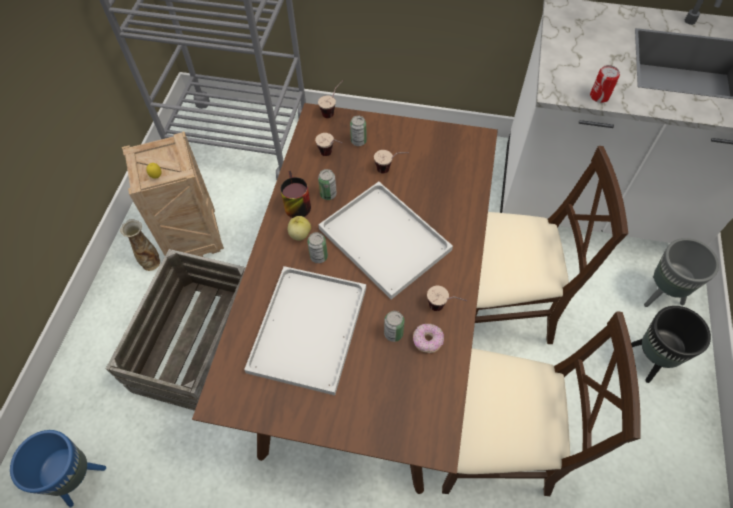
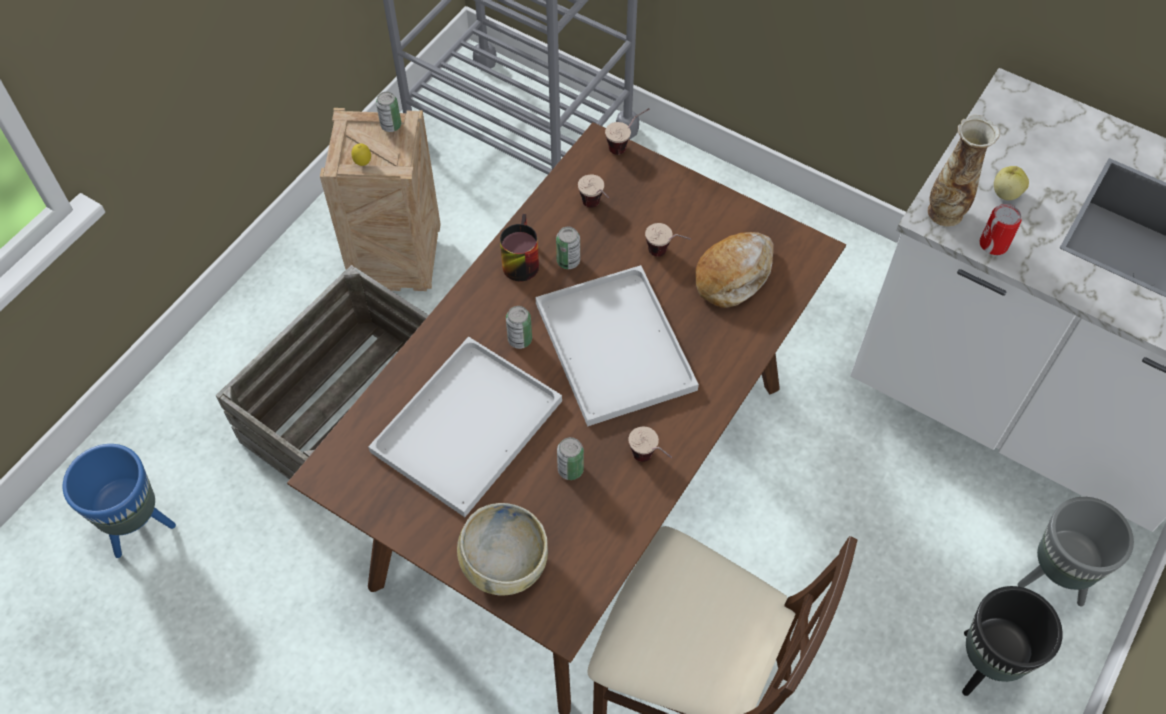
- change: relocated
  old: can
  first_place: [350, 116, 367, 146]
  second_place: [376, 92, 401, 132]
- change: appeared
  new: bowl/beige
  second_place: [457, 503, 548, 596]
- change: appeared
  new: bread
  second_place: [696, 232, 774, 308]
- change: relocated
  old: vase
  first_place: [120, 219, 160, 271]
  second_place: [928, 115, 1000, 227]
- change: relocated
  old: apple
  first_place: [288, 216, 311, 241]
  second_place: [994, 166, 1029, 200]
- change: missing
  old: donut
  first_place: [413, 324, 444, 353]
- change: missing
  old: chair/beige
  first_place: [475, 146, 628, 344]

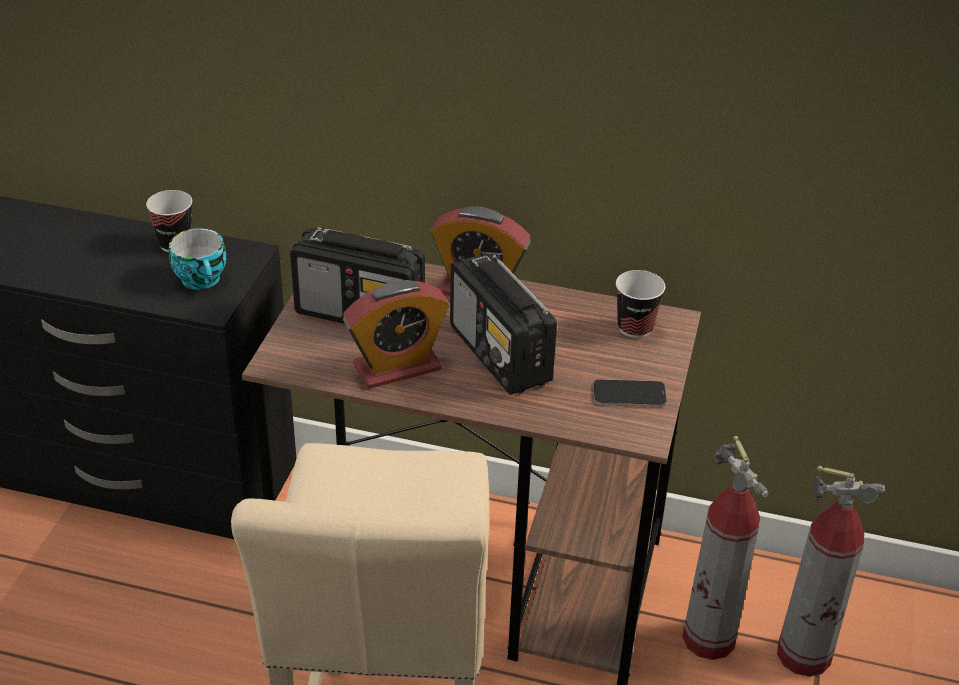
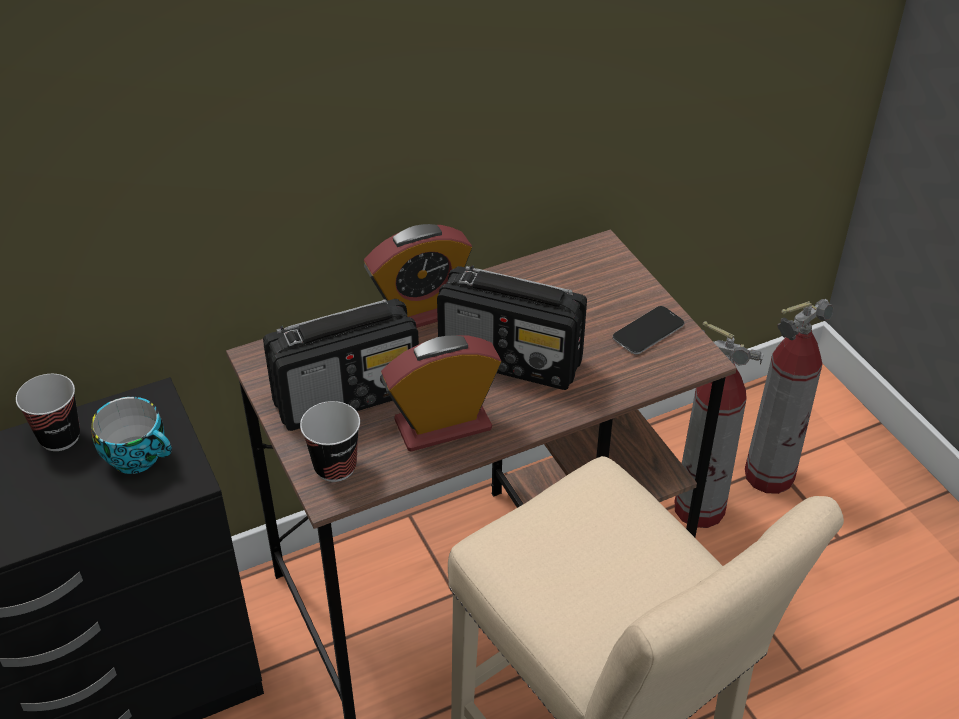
- change: relocated
  old: cup
  first_place: [616, 270, 665, 338]
  second_place: [300, 401, 360, 482]
- change: spun
  old: alarm clock
  first_place: [343, 280, 449, 389]
  second_place: [381, 335, 501, 452]
  degrees: -135

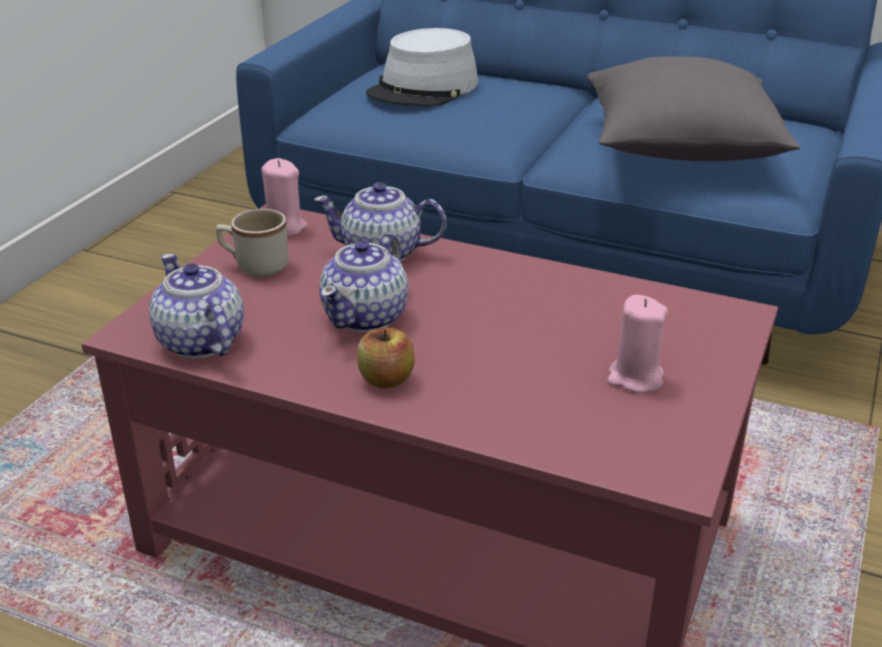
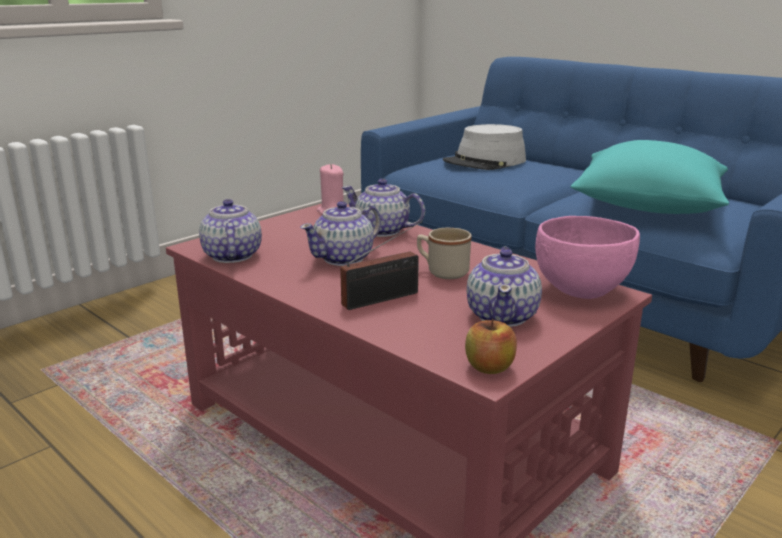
- change: appeared
  new: radio
  second_place: [340, 221, 422, 310]
- change: relocated
  old: mug/beige
  first_place: [216, 209, 289, 277]
  second_place: [417, 228, 472, 279]
- change: relocated
  old: apple
  first_place: [357, 327, 415, 389]
  second_place: [465, 319, 517, 374]
- change: exchanged
  old: candle/pink
  new: teapot
  first_place: [607, 295, 668, 393]
  second_place: [467, 246, 542, 327]
- change: appeared
  new: bowl/pink
  second_place: [535, 216, 640, 299]
- change: colour
  old: pillow/grey
  new: pillow/turquoise
  first_place: [587, 56, 800, 161]
  second_place: [571, 140, 729, 214]

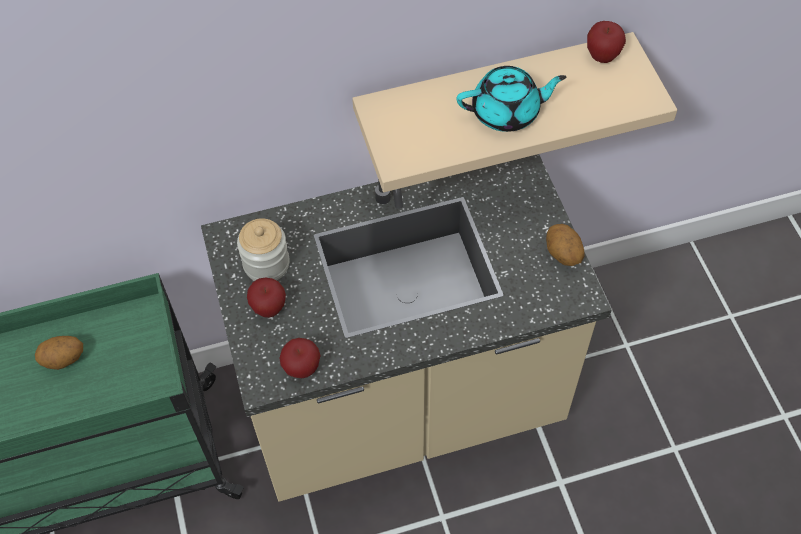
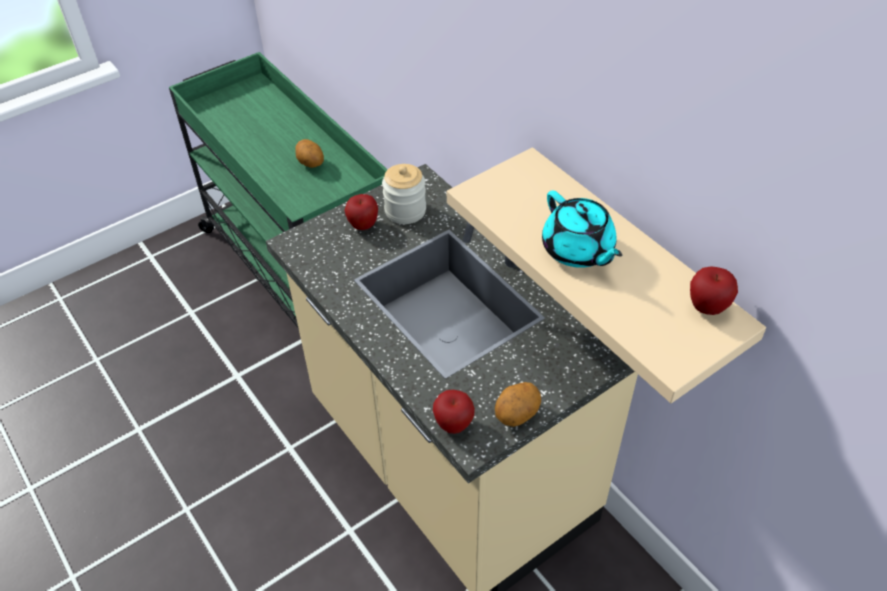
- change: relocated
  old: apple
  first_place: [279, 338, 321, 378]
  second_place: [433, 390, 475, 434]

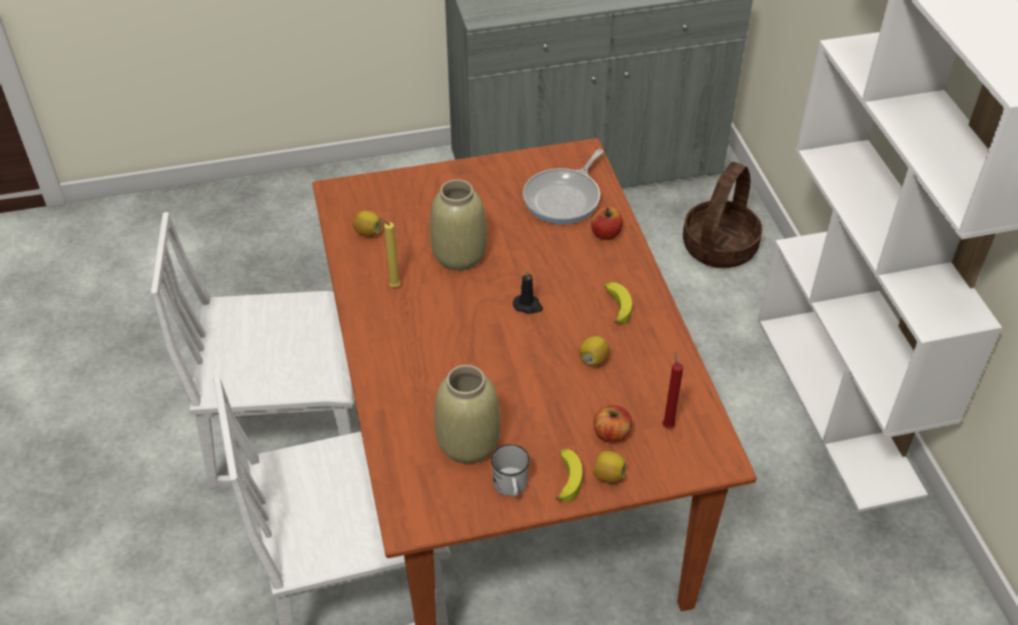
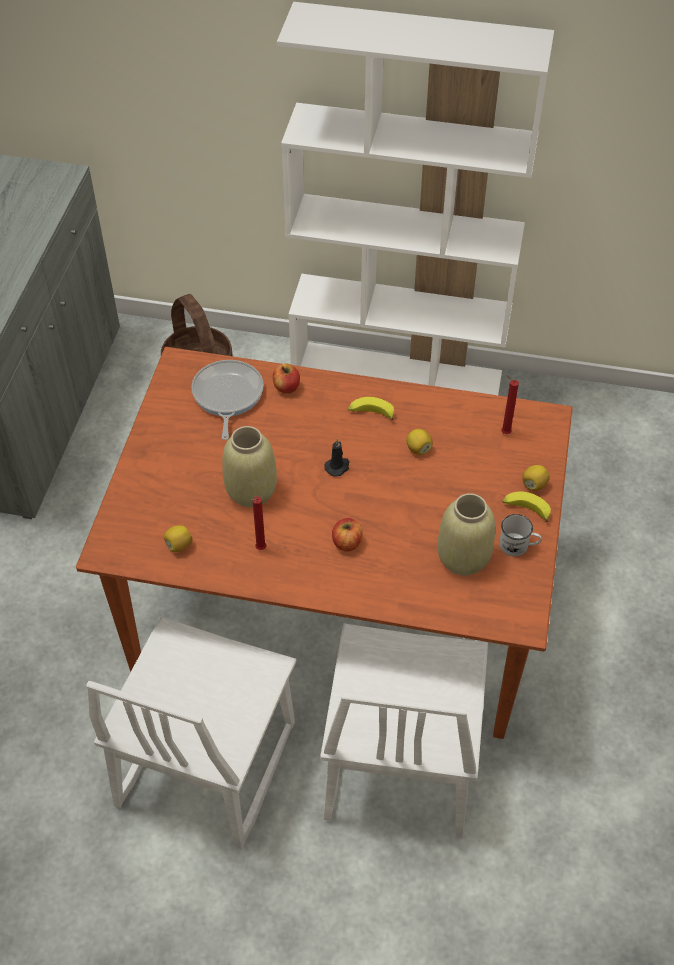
- change: spun
  old: frying pan
  first_place: [523, 149, 603, 224]
  second_place: [191, 360, 264, 440]
  degrees: -150
- change: colour
  old: candle/yellow
  new: candle/red
  first_place: [378, 217, 400, 287]
  second_place: [251, 496, 266, 550]
- change: relocated
  old: apple
  first_place: [593, 405, 632, 443]
  second_place: [332, 518, 363, 551]

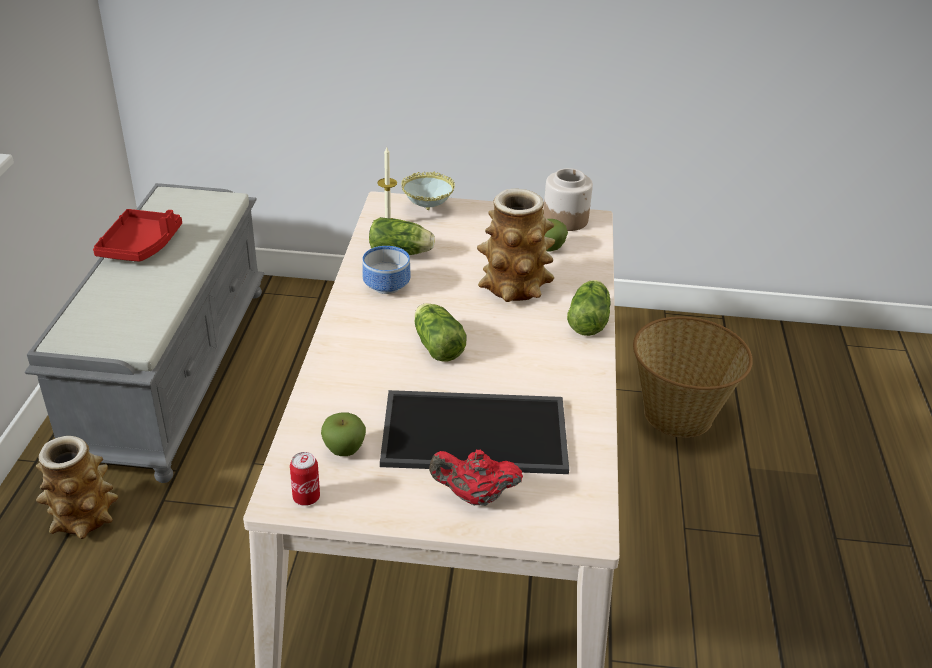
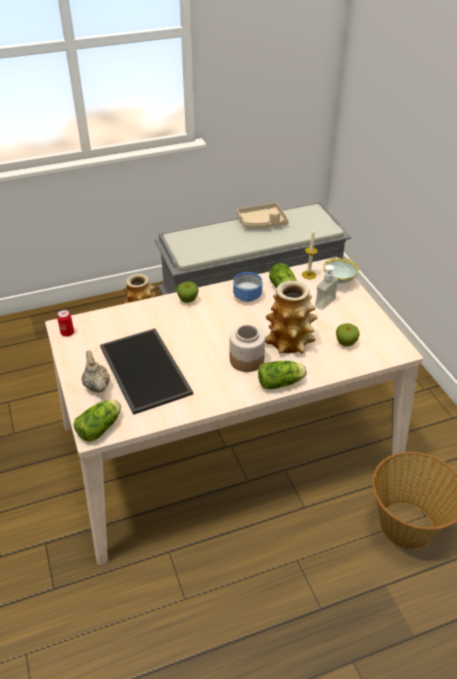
- change: relocated
  old: lettuce
  first_place: [414, 303, 466, 362]
  second_place: [73, 400, 121, 442]
- change: colour
  old: teapot/red
  new: teapot/beige
  first_place: [429, 450, 523, 506]
  second_place: [82, 350, 110, 393]
- change: relocated
  old: apple
  first_place: [321, 413, 366, 456]
  second_place: [177, 281, 199, 303]
- change: relocated
  old: jar
  first_place: [544, 168, 593, 231]
  second_place: [230, 325, 265, 372]
- change: colour
  old: tray/red
  new: tray/beige
  first_place: [93, 209, 182, 262]
  second_place: [236, 203, 289, 229]
- change: appeared
  new: soap dispenser
  second_place: [315, 262, 338, 310]

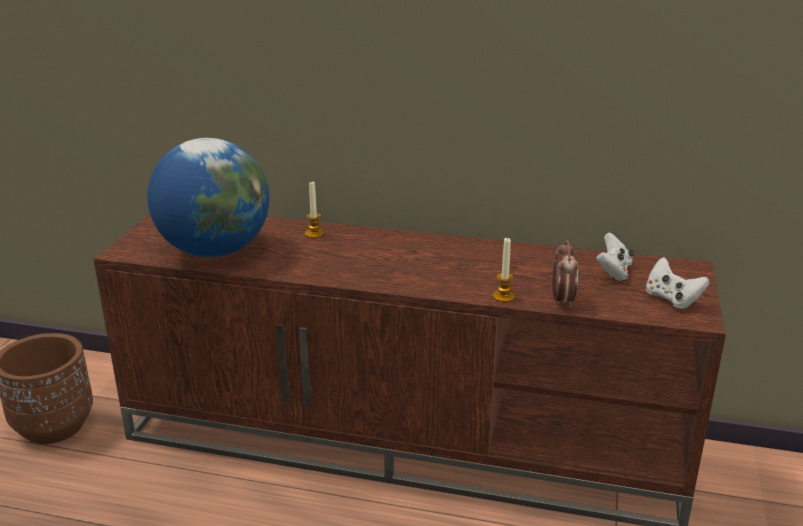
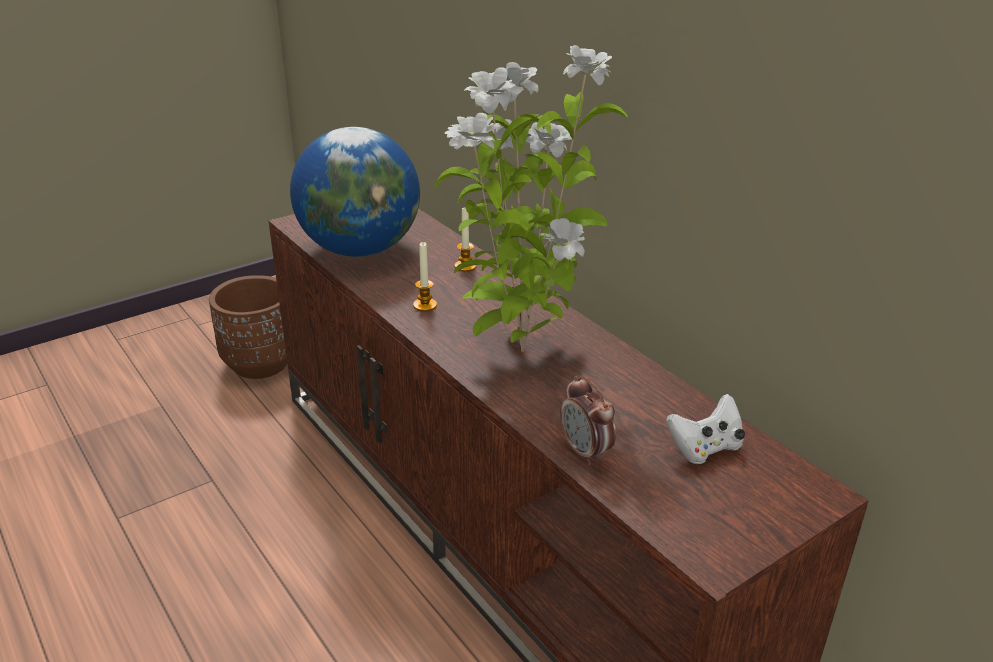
- change: relocated
  old: candle
  first_place: [493, 237, 515, 302]
  second_place: [413, 242, 437, 312]
- change: appeared
  new: potted plant
  second_place: [435, 45, 627, 352]
- change: spun
  old: alarm clock
  first_place: [552, 240, 578, 308]
  second_place: [560, 375, 616, 465]
  degrees: 105
- change: missing
  old: game controller/white
  first_place: [646, 257, 709, 309]

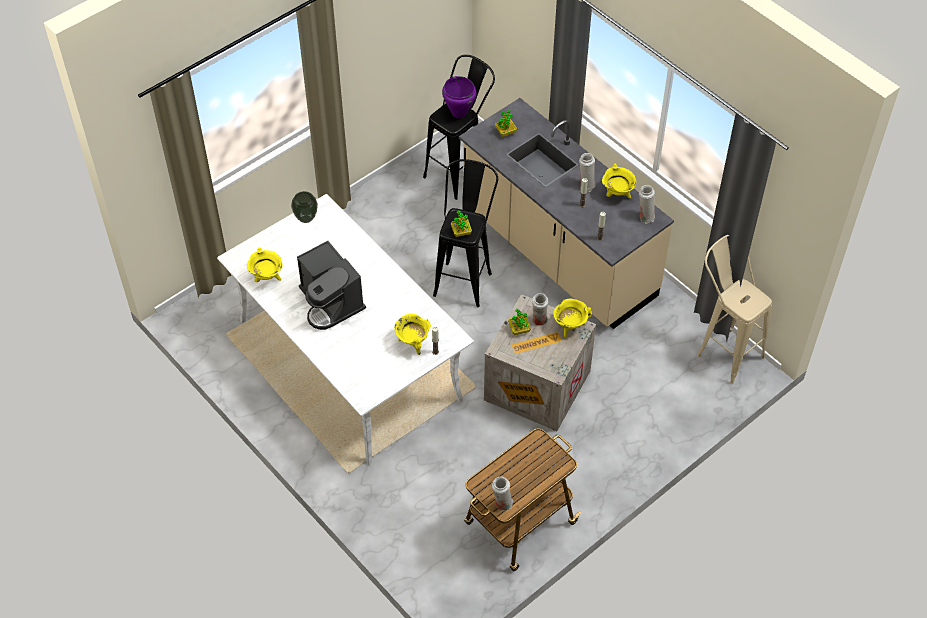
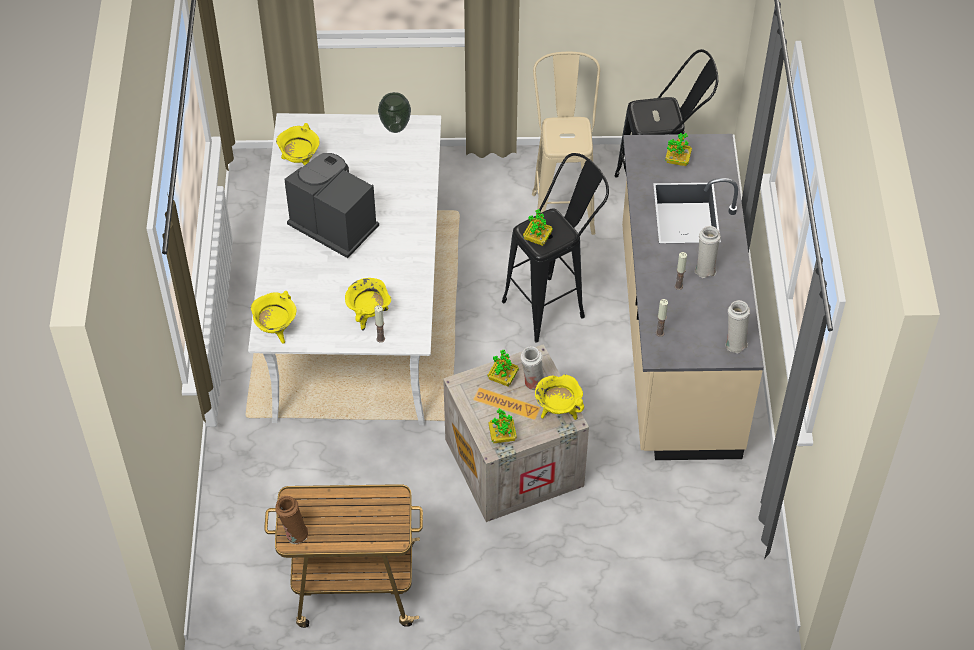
- change: relocated
  old: cooking pot/yellow
  first_place: [602, 163, 636, 199]
  second_place: [250, 291, 297, 343]
- change: colour
  old: vase/white
  new: vase/brown
  first_place: [492, 476, 513, 511]
  second_place: [275, 496, 308, 545]
- change: spun
  old: coffee machine
  first_place: [297, 241, 366, 330]
  second_place: [284, 153, 379, 258]
  degrees: 120
- change: appeared
  new: potted plant
  second_place: [488, 408, 517, 443]
- change: relocated
  old: stool/beige
  first_place: [697, 235, 772, 384]
  second_place: [532, 52, 600, 235]
- change: missing
  old: cooking pot/purple
  first_place: [442, 76, 476, 119]

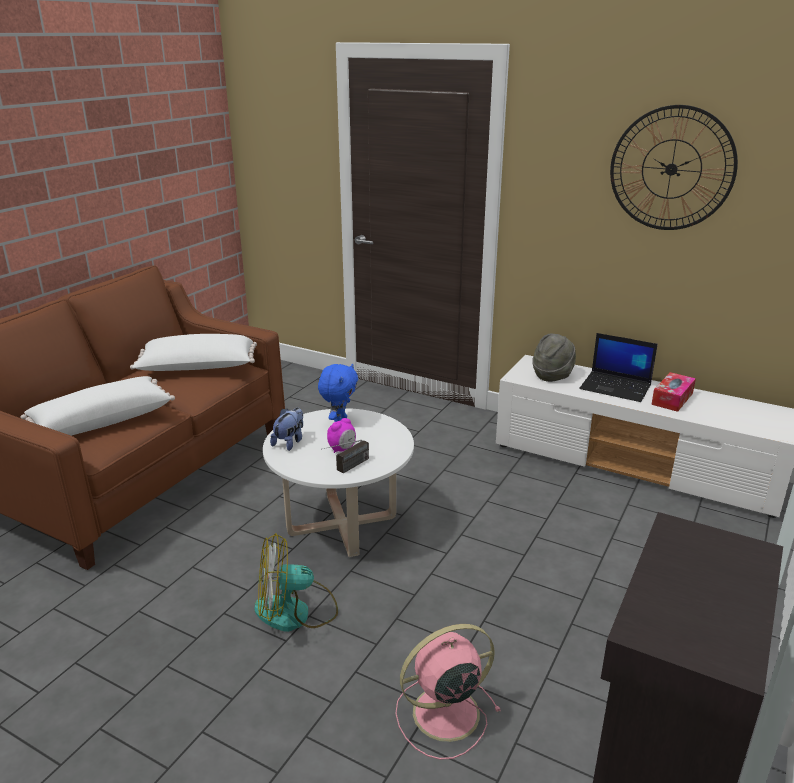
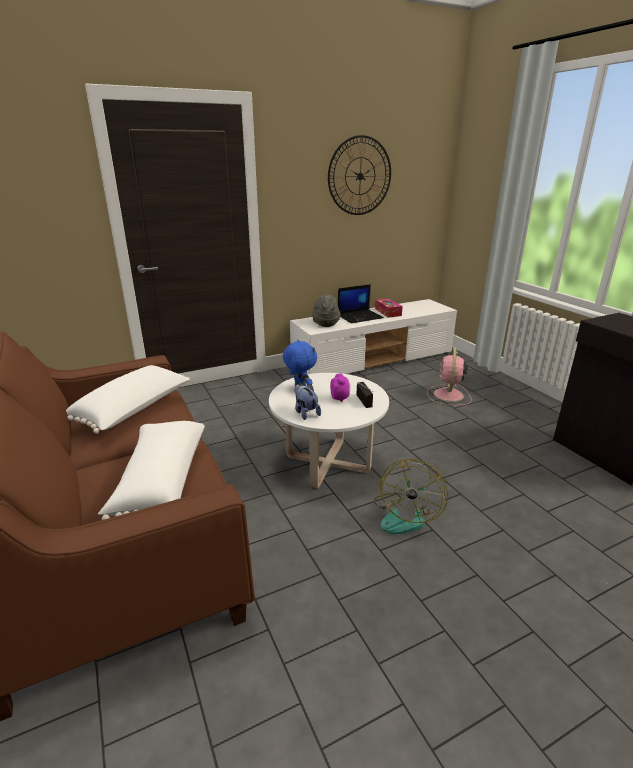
- change: relocated
  old: fan/pink
  first_place: [395, 624, 501, 760]
  second_place: [427, 347, 472, 406]

